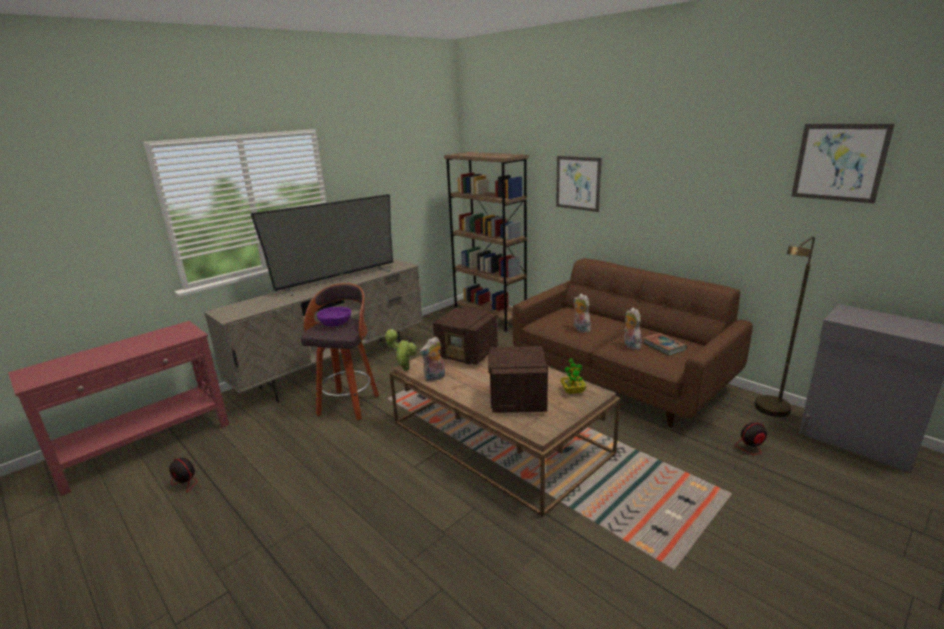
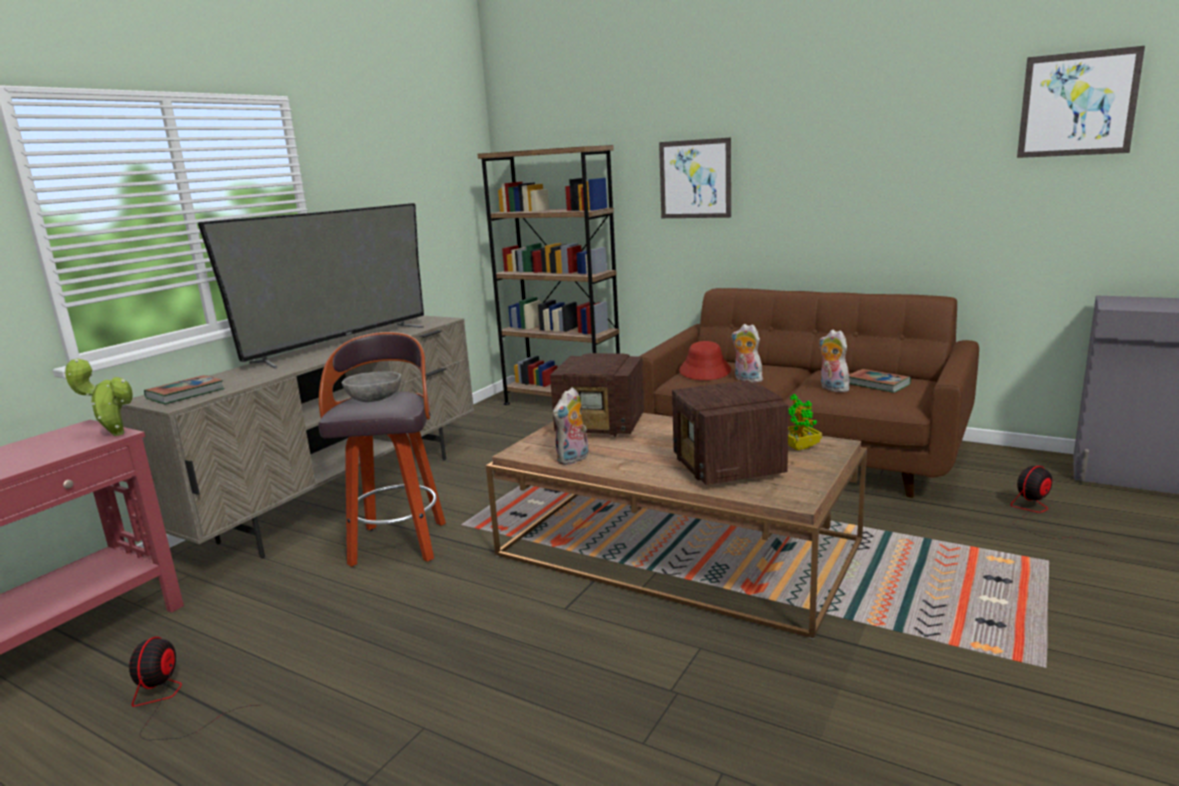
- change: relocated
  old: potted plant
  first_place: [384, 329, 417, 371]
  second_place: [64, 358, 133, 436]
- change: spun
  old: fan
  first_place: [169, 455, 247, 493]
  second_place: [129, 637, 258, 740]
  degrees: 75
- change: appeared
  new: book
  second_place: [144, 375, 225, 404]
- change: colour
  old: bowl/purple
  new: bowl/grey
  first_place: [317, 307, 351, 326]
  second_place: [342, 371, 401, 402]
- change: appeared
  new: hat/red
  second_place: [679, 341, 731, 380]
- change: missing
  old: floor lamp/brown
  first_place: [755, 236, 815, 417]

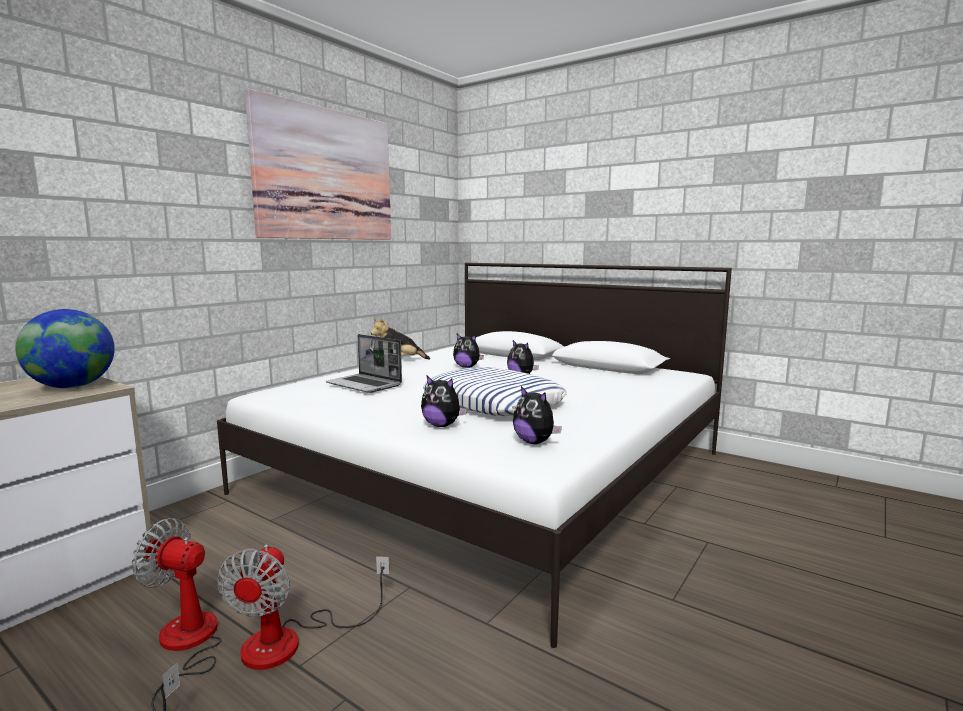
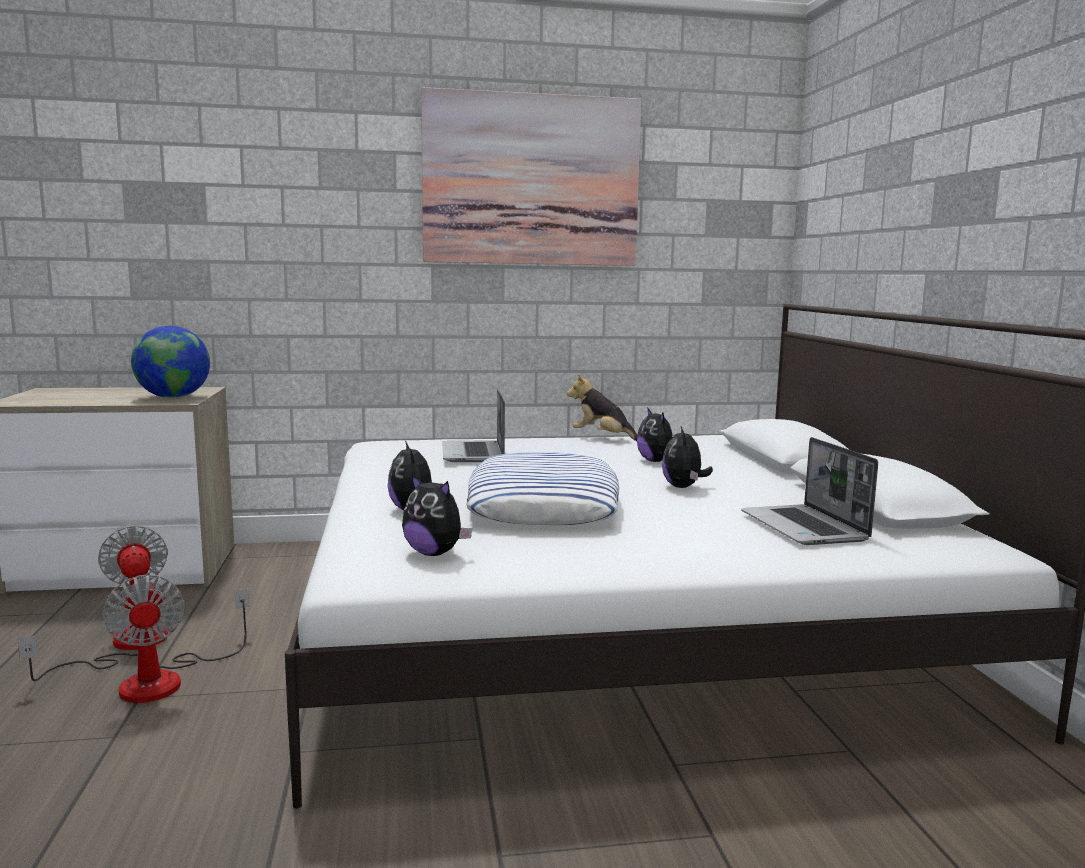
- change: spun
  old: fan
  first_place: [217, 544, 389, 670]
  second_place: [102, 575, 250, 703]
  degrees: -75
- change: spun
  old: plush toy
  first_place: [513, 386, 562, 444]
  second_place: [402, 474, 472, 556]
  degrees: -60
- change: appeared
  new: laptop
  second_place: [741, 437, 878, 545]

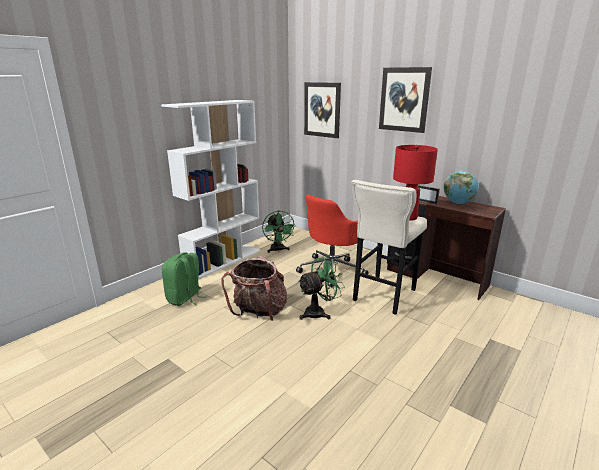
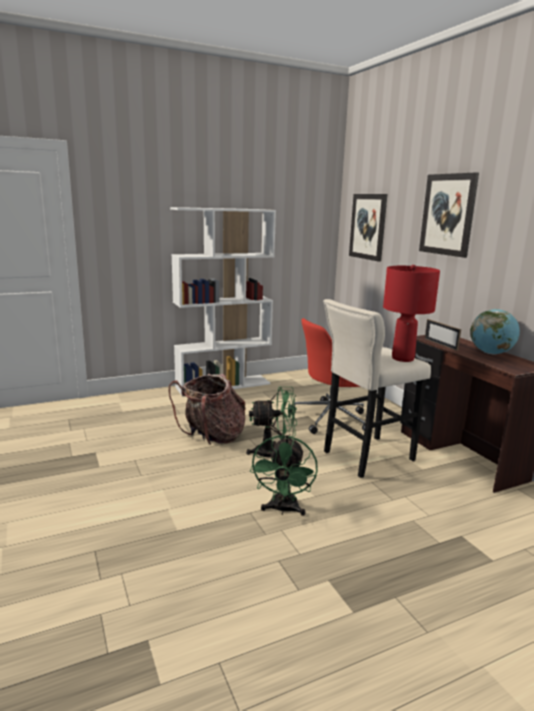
- change: relocated
  old: fan/green
  first_place: [262, 210, 296, 253]
  second_place: [250, 435, 318, 516]
- change: missing
  old: backpack/green
  first_place: [162, 252, 201, 306]

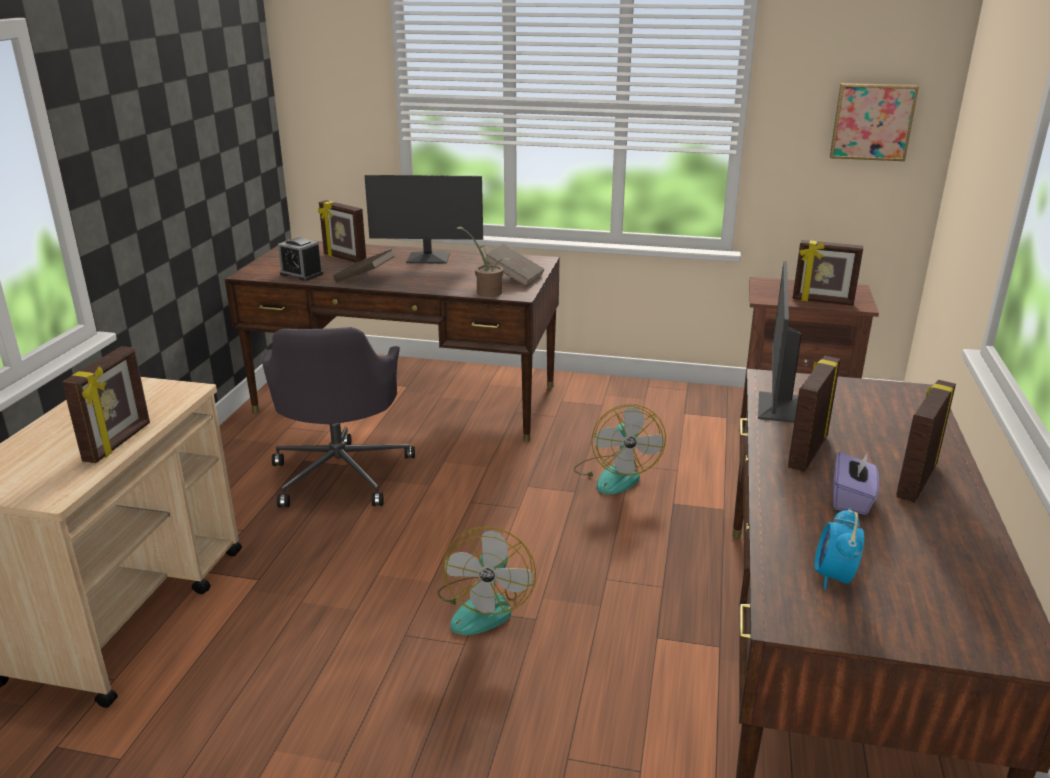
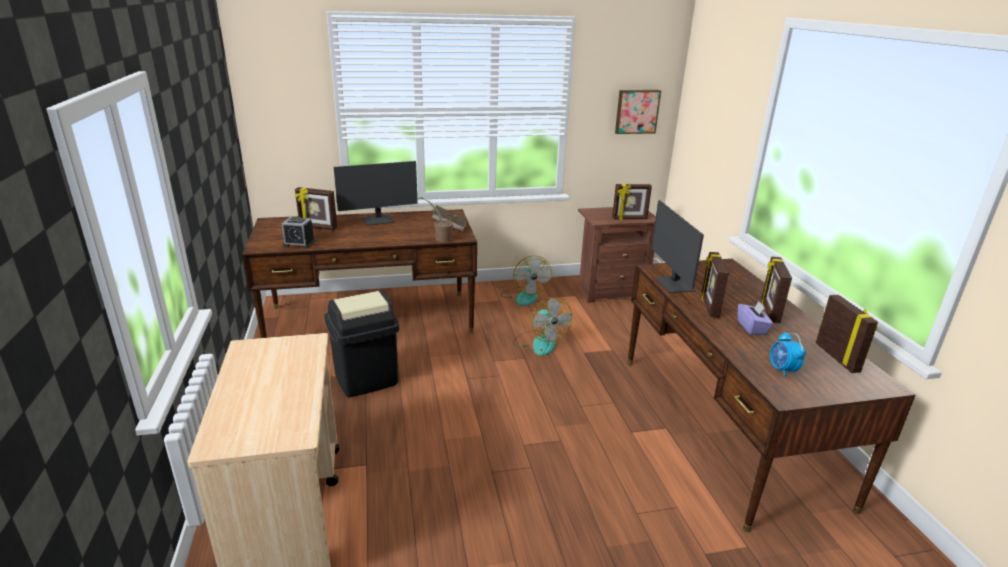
- change: exchanged
  old: office chair/grey
  new: trash can/black
  first_place: [262, 327, 415, 508]
  second_place: [324, 290, 399, 397]
- change: relocated
  old: fan
  first_place: [437, 527, 536, 635]
  second_place: [501, 256, 552, 306]
- change: relocated
  old: picture frame
  first_place: [62, 346, 150, 463]
  second_place: [815, 295, 878, 373]
- change: missing
  old: book/brown
  first_place: [333, 249, 395, 282]

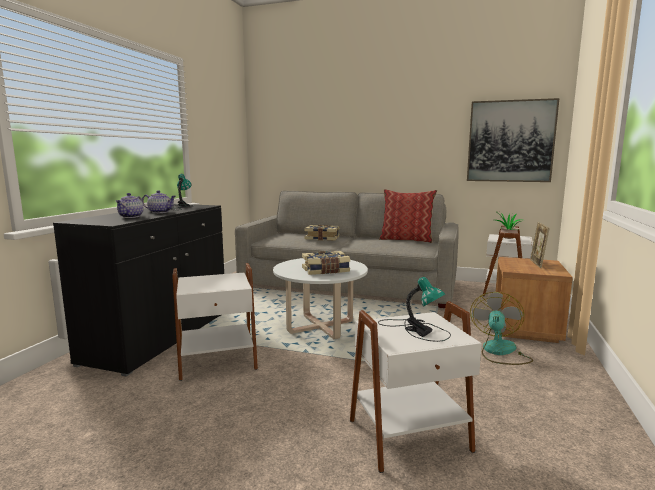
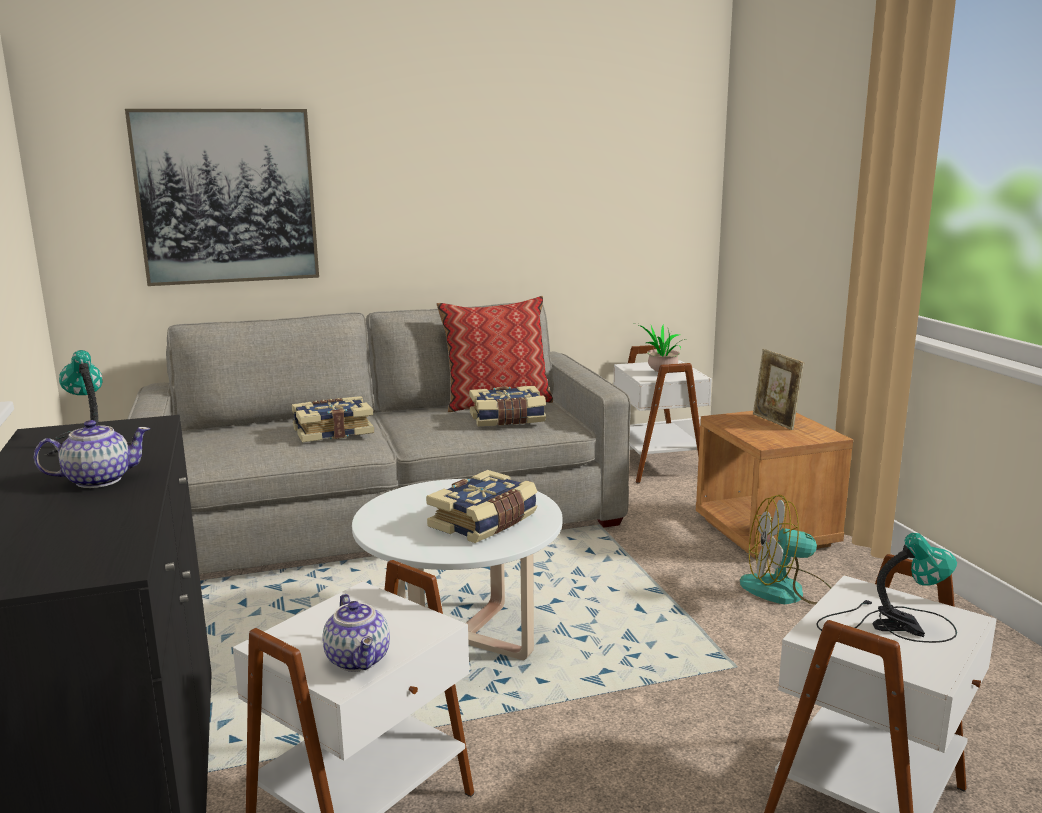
- change: relocated
  old: picture
  first_place: [467, 98, 559, 182]
  second_place: [125, 109, 319, 286]
- change: relocated
  old: teapot
  first_place: [116, 193, 144, 218]
  second_place: [322, 594, 390, 672]
- change: appeared
  new: book
  second_place: [469, 386, 546, 426]
- change: spun
  old: fan
  first_place: [470, 292, 533, 365]
  second_place: [740, 495, 831, 604]
  degrees: -75

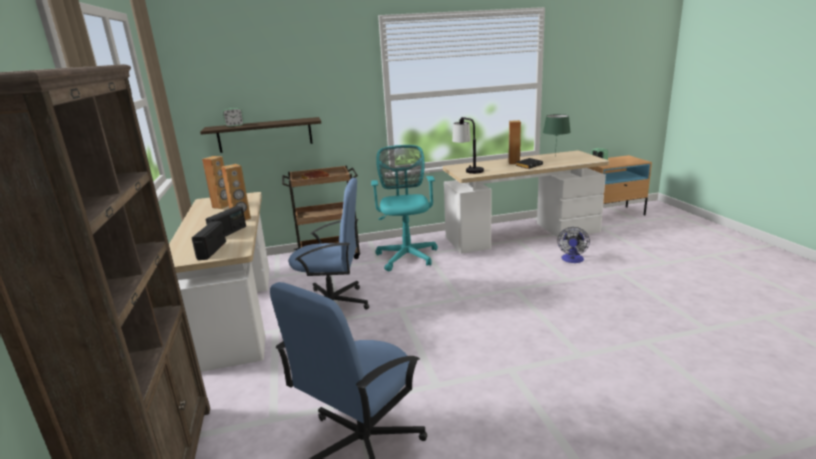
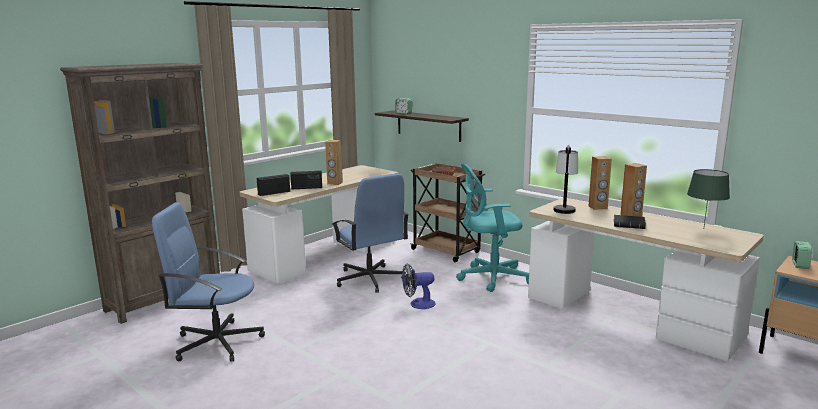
- change: relocated
  old: fan
  first_place: [557, 227, 590, 263]
  second_place: [402, 263, 435, 309]
- change: spun
  old: office chair/turquoise
  first_place: [371, 145, 438, 272]
  second_place: [456, 164, 529, 292]
  degrees: -150
- change: relocated
  old: speaker/brown
  first_place: [202, 156, 229, 209]
  second_place: [589, 156, 612, 210]

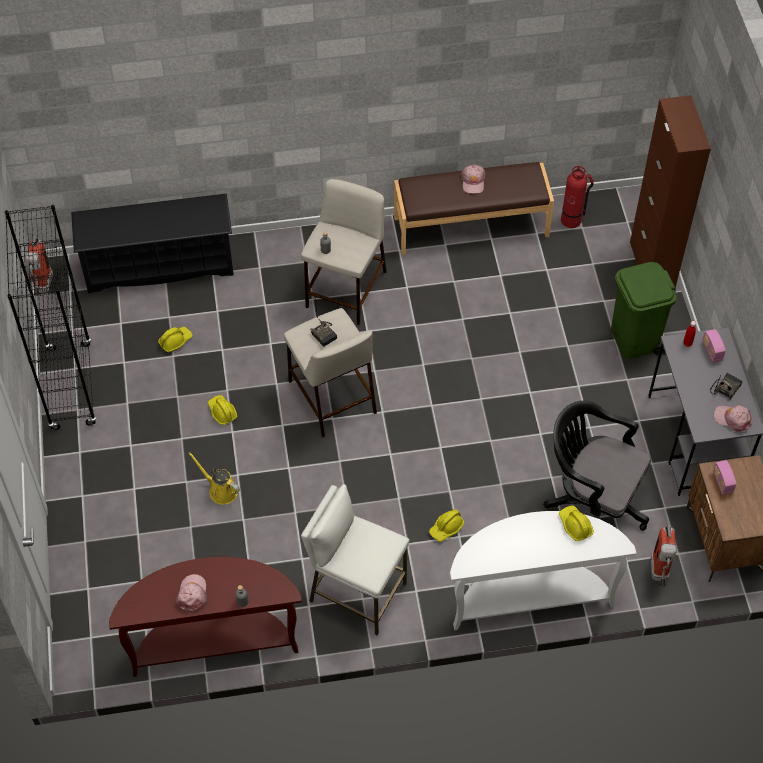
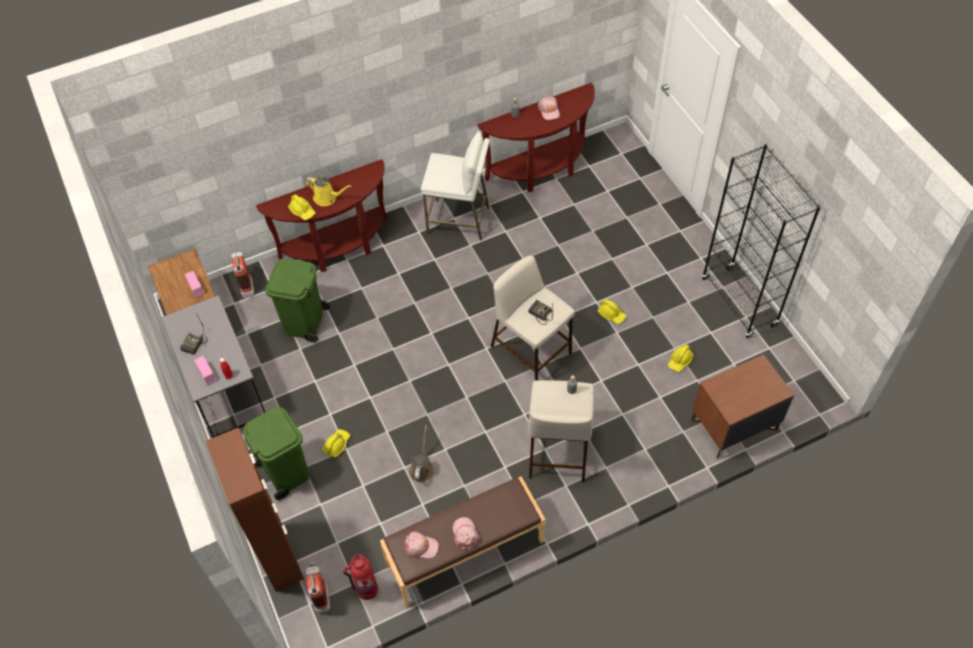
- change: colour
  old: console table/white
  new: console table/brown
  first_place: [450, 511, 637, 630]
  second_place: [256, 159, 388, 272]
- change: exchanged
  old: office chair/black
  new: trash can/green
  first_place: [543, 401, 651, 531]
  second_place: [265, 259, 330, 343]
- change: relocated
  old: watering can/yellow
  first_place: [188, 452, 240, 505]
  second_place: [305, 177, 352, 206]
- change: relocated
  old: fire extinguisher
  first_place: [25, 236, 53, 295]
  second_place: [306, 562, 330, 613]
- change: relocated
  old: hard hat/yellow
  first_place: [429, 509, 464, 542]
  second_place: [323, 429, 350, 457]
- change: relocated
  old: cap/pink
  first_place: [714, 405, 752, 432]
  second_place: [404, 532, 439, 558]
- change: appeared
  new: watering can/brown
  second_place: [409, 425, 434, 482]
- change: exchanged
  old: shoe rack/black
  new: nightstand/brown
  first_place: [71, 194, 234, 293]
  second_place: [691, 354, 794, 459]

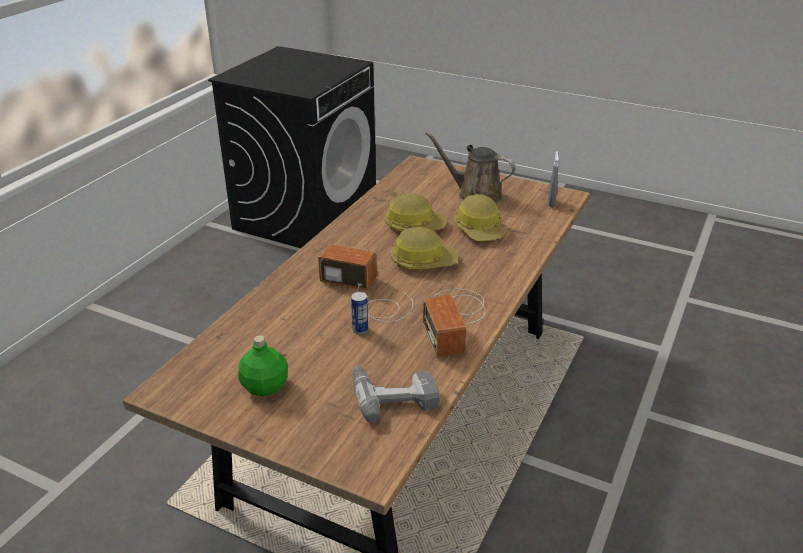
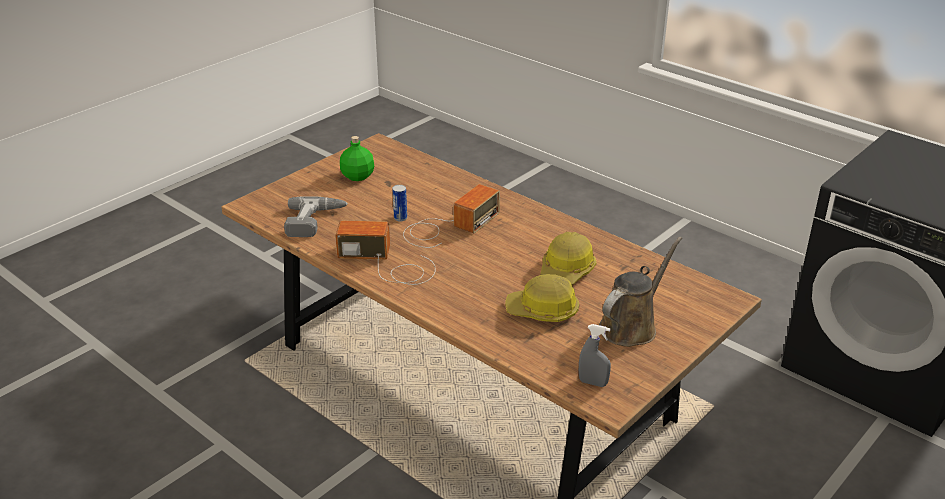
- change: missing
  old: hard hat
  first_place: [391, 227, 458, 269]

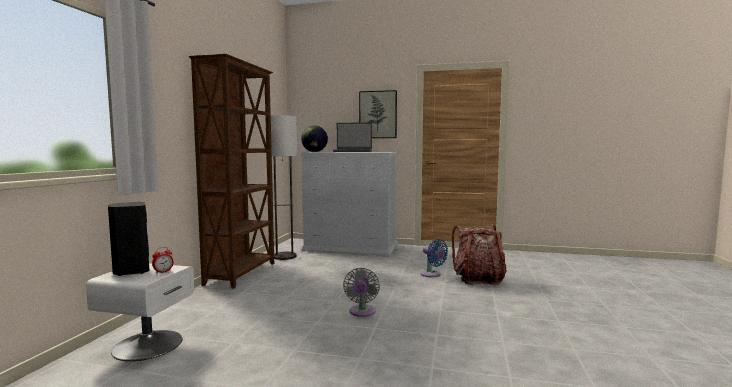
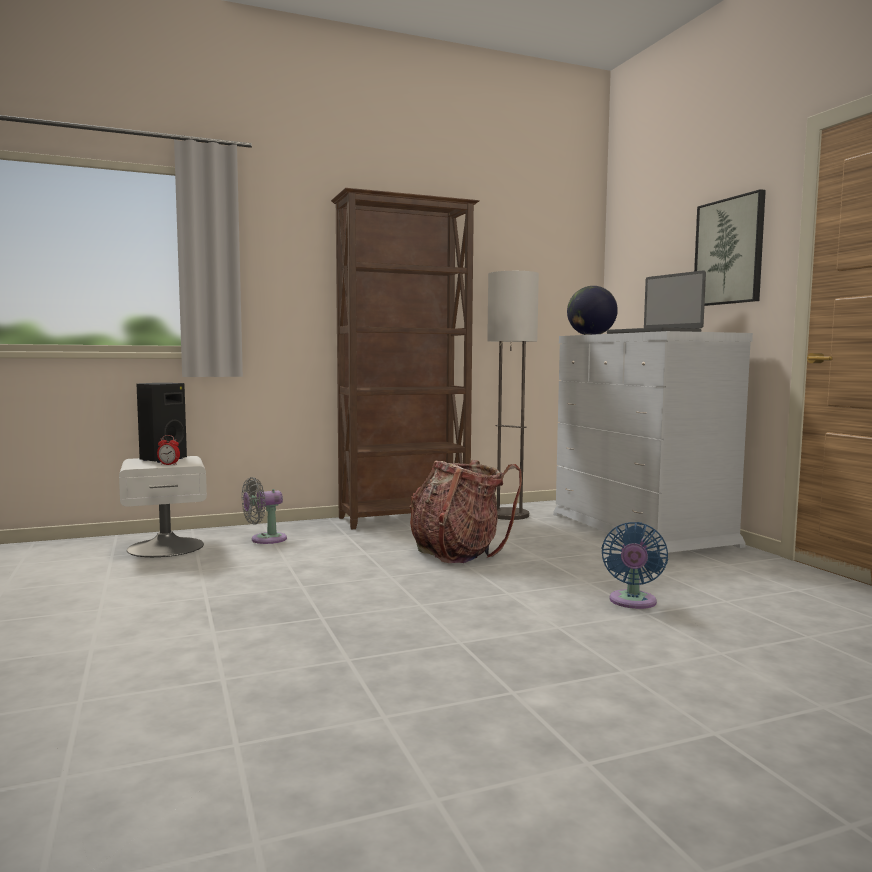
- change: relocated
  old: fan/grey
  first_place: [343, 268, 380, 317]
  second_place: [242, 477, 287, 544]
- change: relocated
  old: backpack
  first_place: [452, 224, 507, 285]
  second_place: [410, 460, 522, 563]

